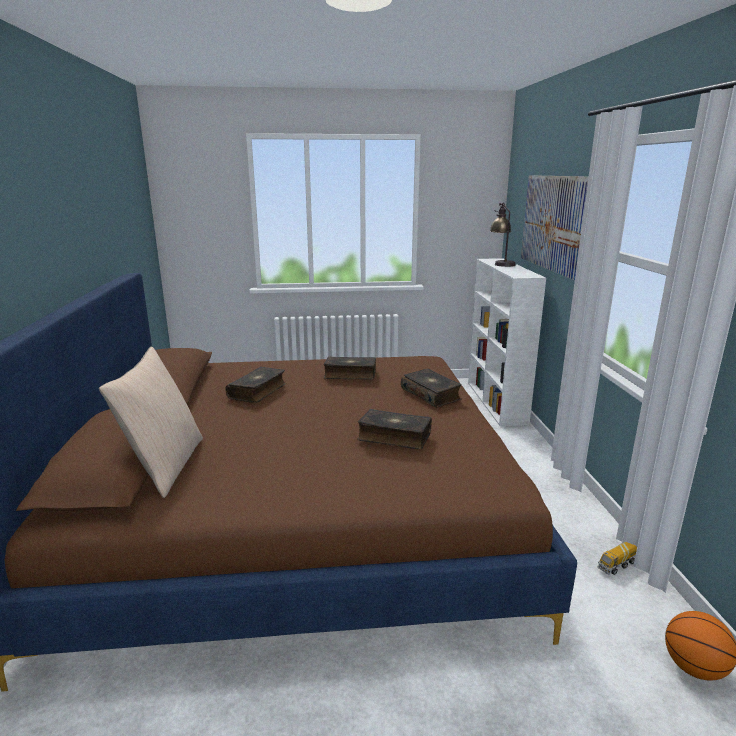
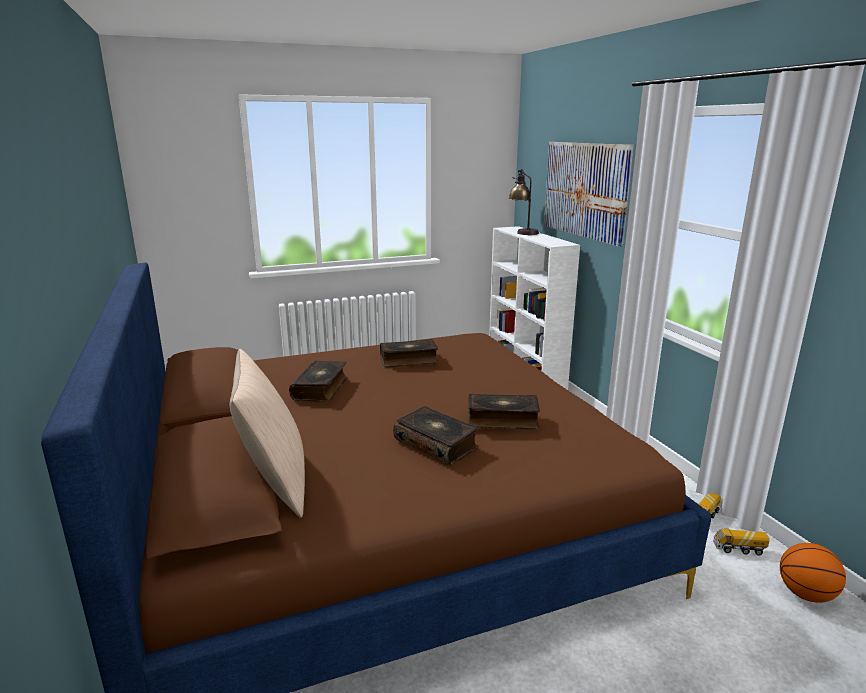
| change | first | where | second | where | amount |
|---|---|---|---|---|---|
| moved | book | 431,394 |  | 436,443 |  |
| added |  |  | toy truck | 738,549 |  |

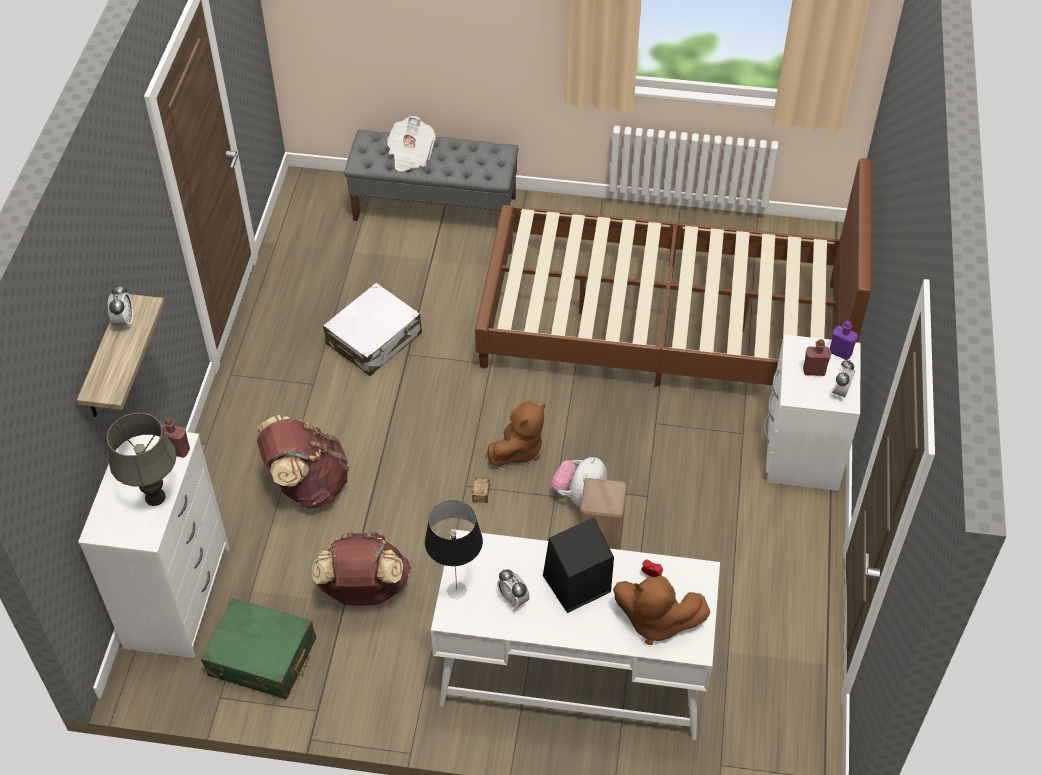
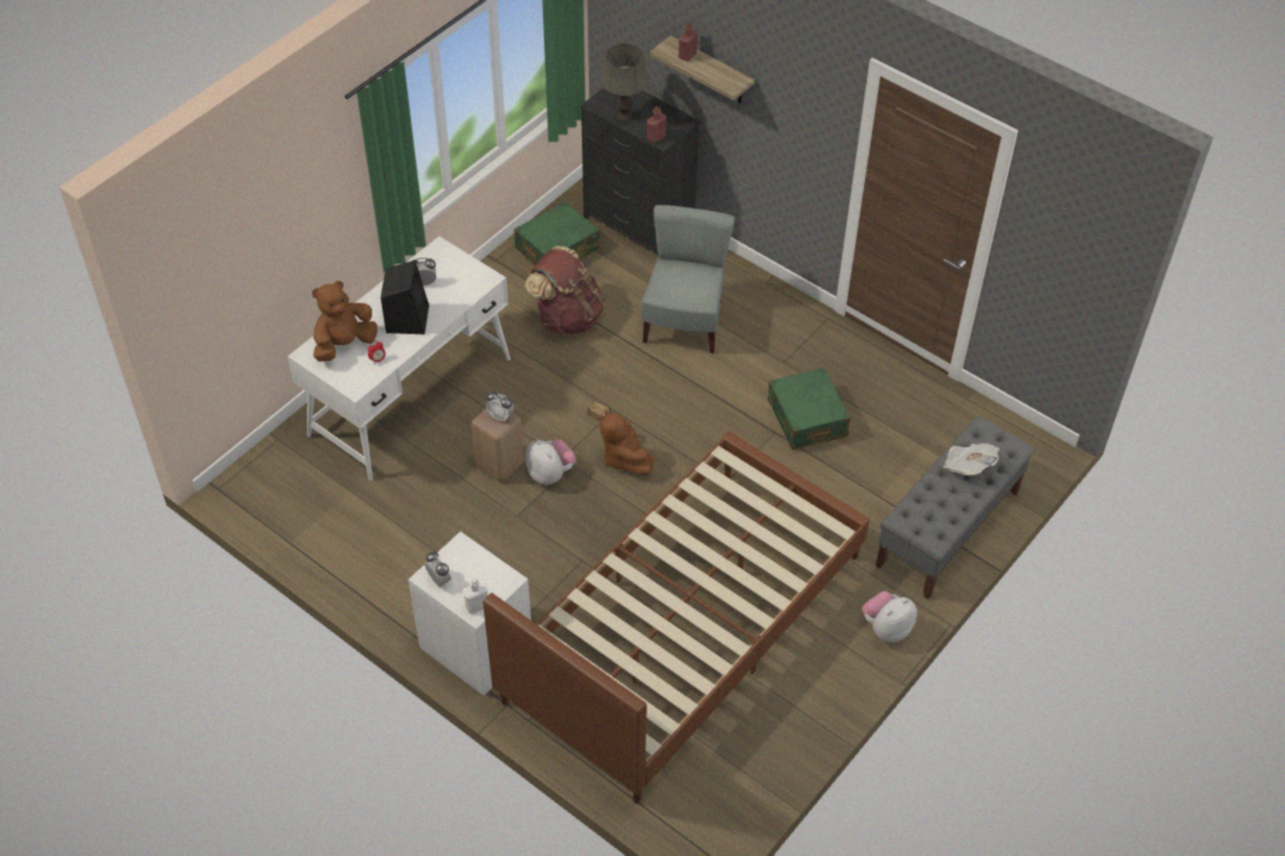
| change | first | where | second | where | amount |
|---|---|---|---|---|---|
| recoloured | white suitcase | 374,339 | green suitcase | 807,418 |  |
| moved | alarm clock | 124,321 |  | 500,416 |  |
| recoloured | purple bottle | 840,353 | white bottle | 477,606 |  |
| moved | red bottle | 814,371 |  | 687,56 |  |
| replaced | brown backpack | 307,484 | grey chair | 684,322 |  |
| recoloured | white dresser | 178,597 | black dresser | 638,226 |  |
| removed | table lamp | 456,591 |  |  |  |
| added |  |  | plush toy | 886,628 |  |

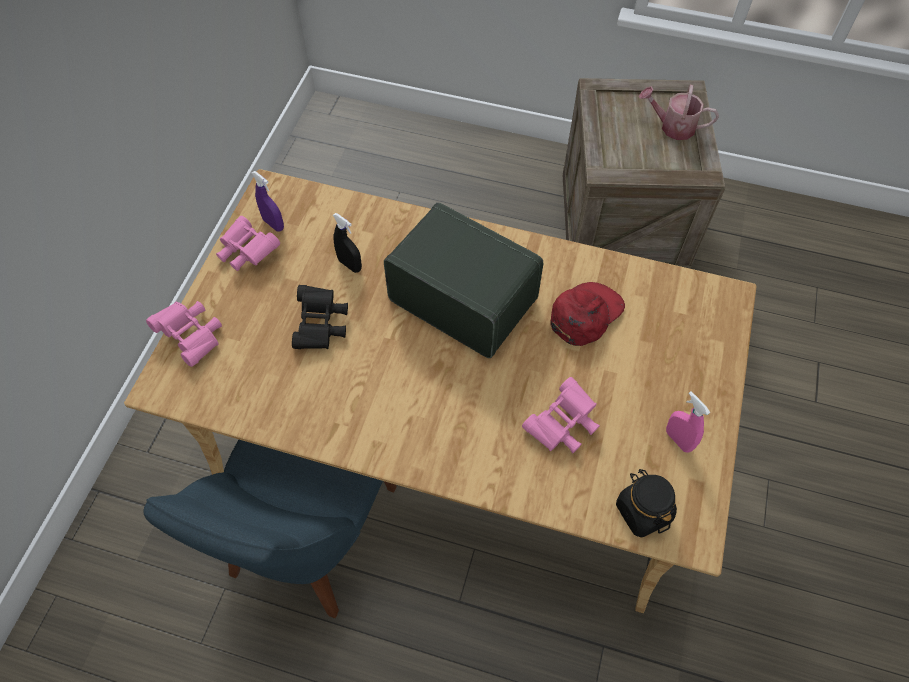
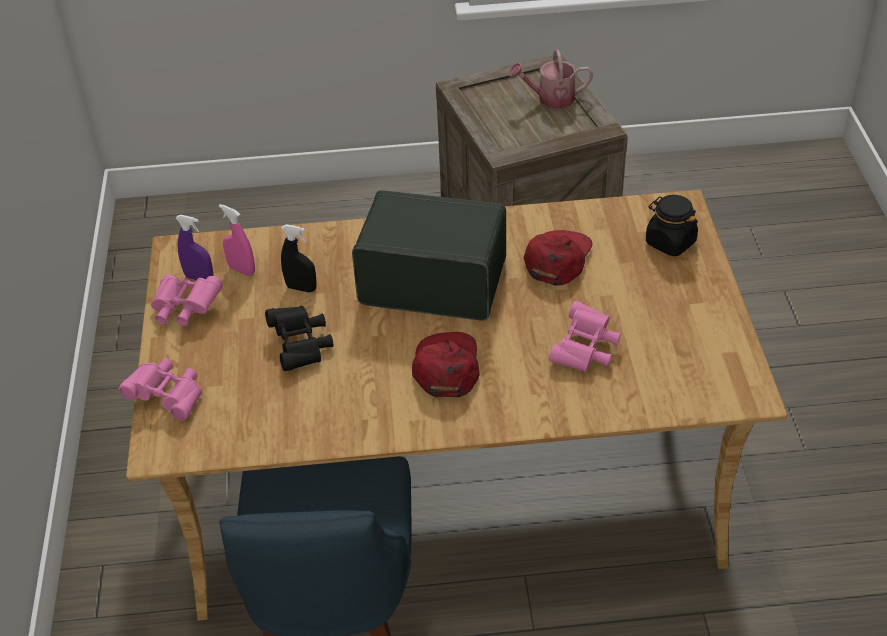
| change | first | where | second | where | amount |
|---|---|---|---|---|---|
| moved | pink spray bottle | 678,440 |  | 241,270 |  |
| moved | black jar | 642,511 |  | 670,242 |  |
| added |  |  | red cap | 446,366 |  |

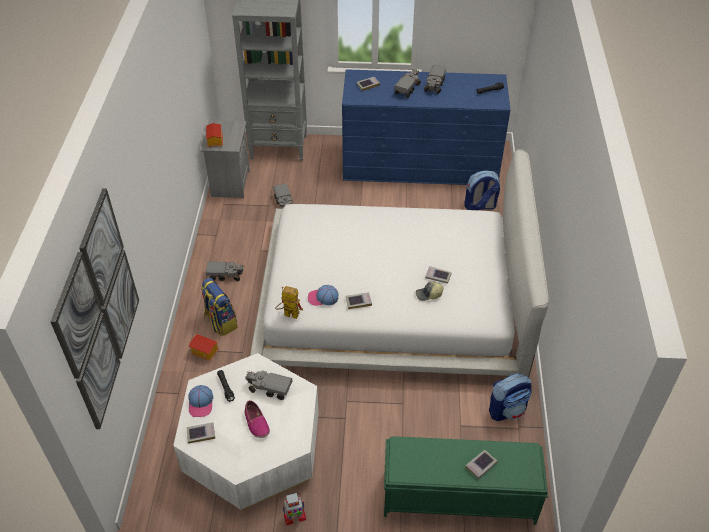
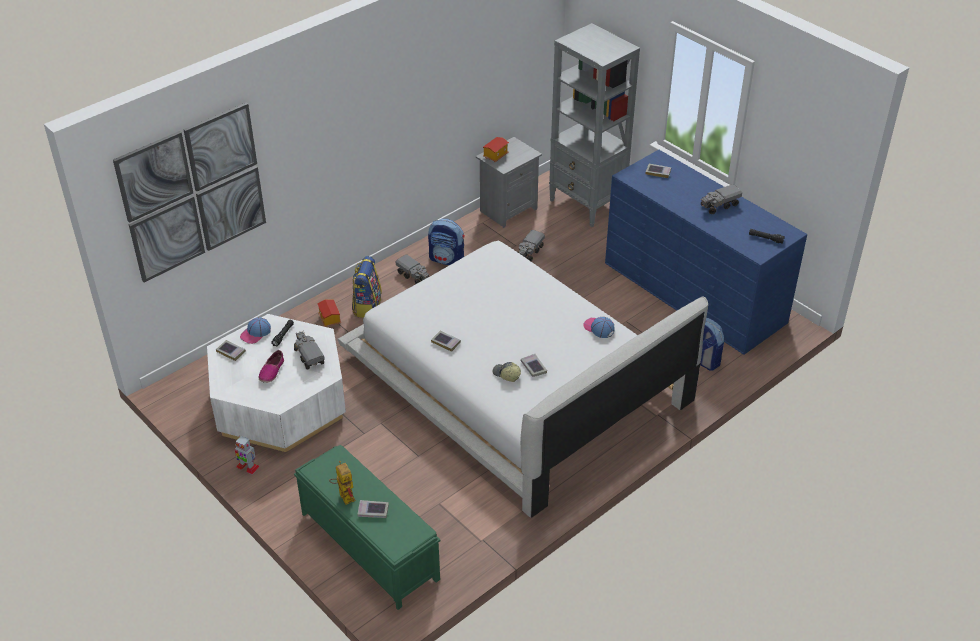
| change | first | where | second | where | amount |
|---|---|---|---|---|---|
| removed | toy truck | 407,89 |  |  |  |
| moved | cap | 323,298 |  | 598,328 |  |
| moved | toy robot | 288,314 |  | 343,495 |  |
| moved | backpack | 507,409 |  | 447,260 |  |

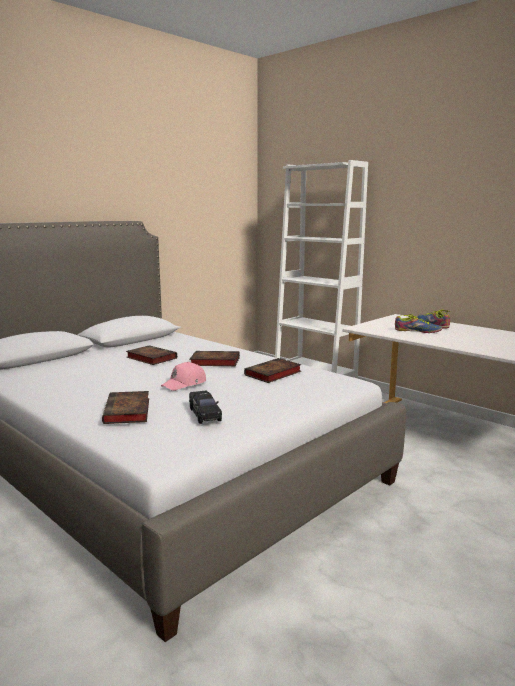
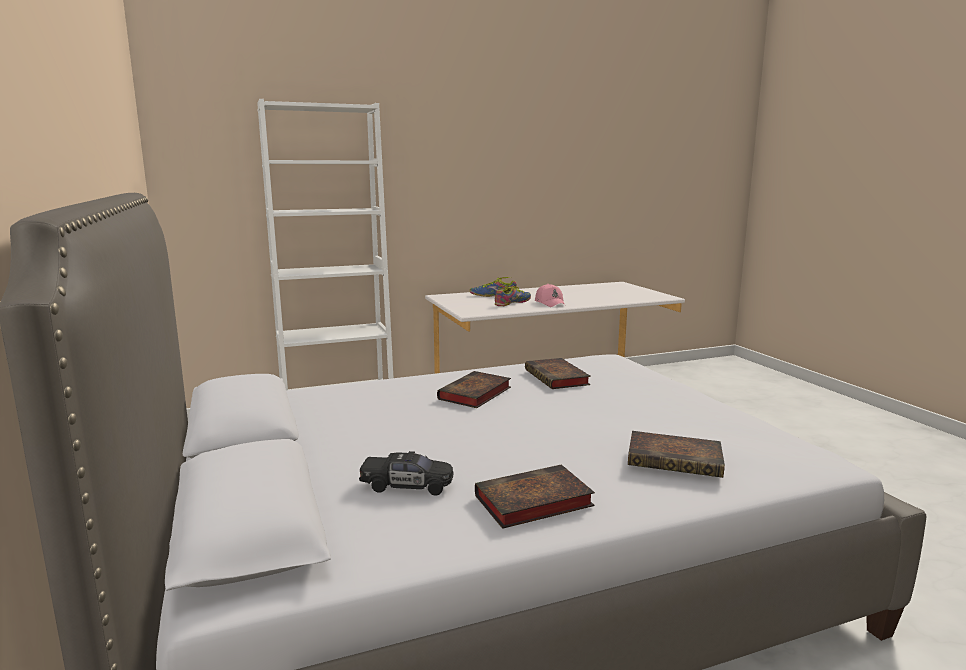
| change | first | where | second | where | amount |
|---|---|---|---|---|---|
| moved | book | 150,358 |  | 531,503 |  |
| moved | pink cap | 185,384 |  | 550,303 |  |
| moved | black toy car | 204,414 |  | 407,486 |  |

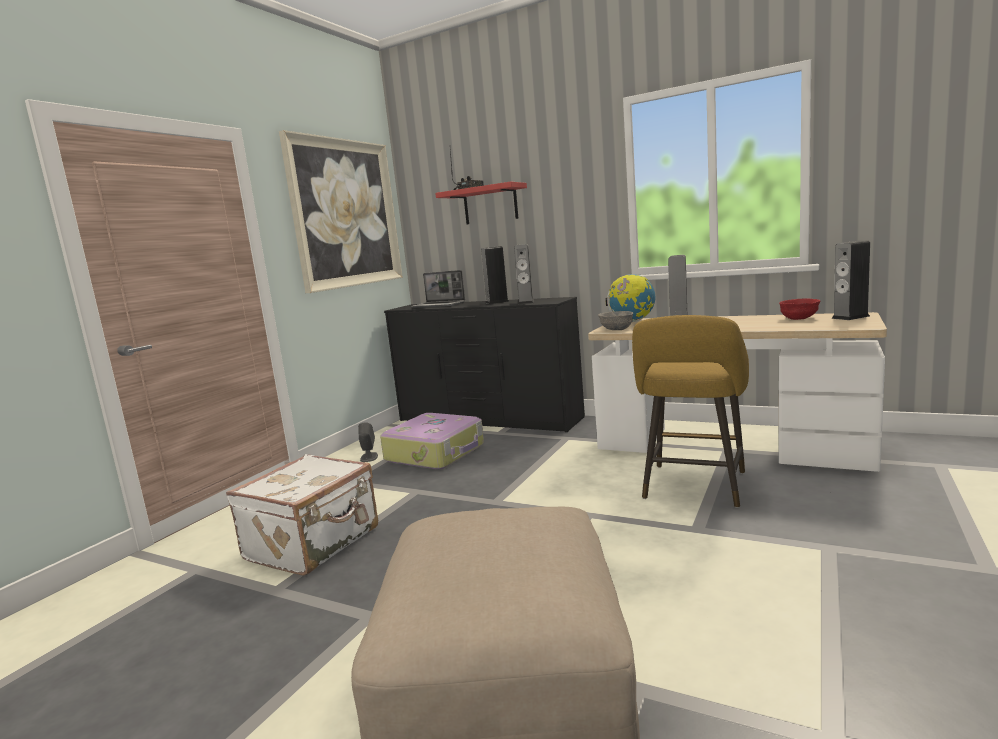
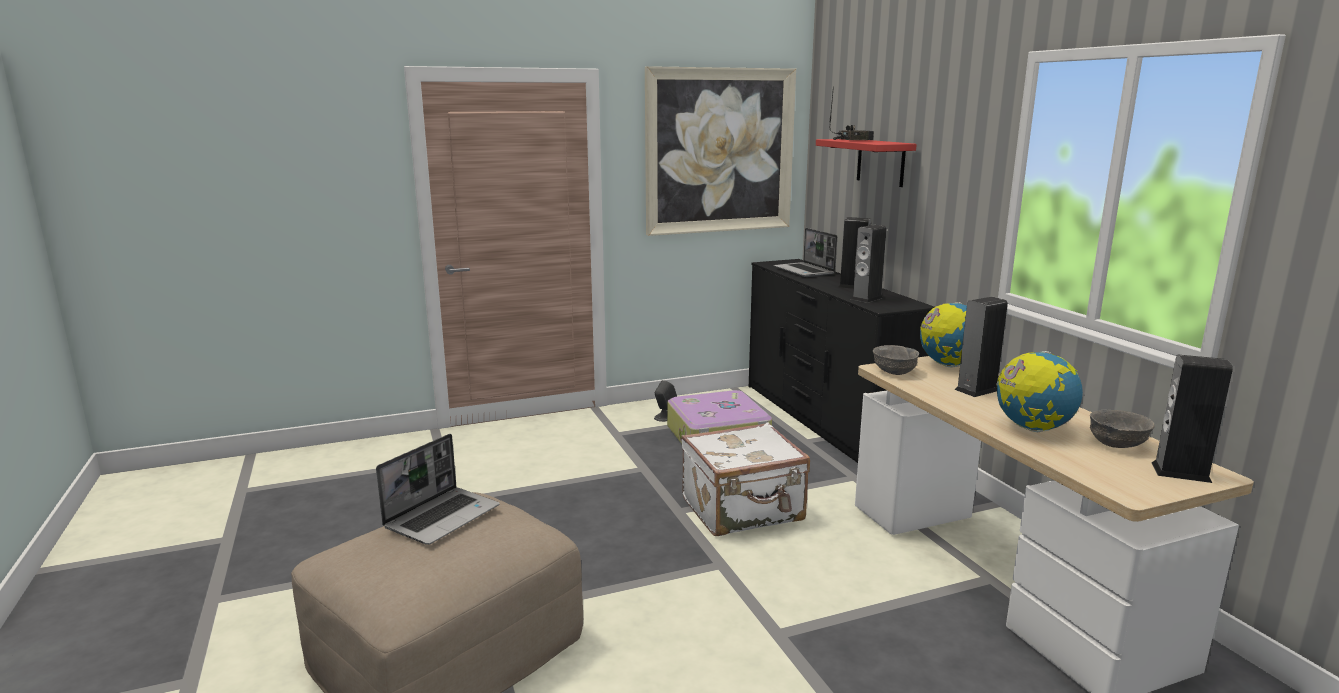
| change | first | where | second | where | amount |
|---|---|---|---|---|---|
| recoloured | red bowl | 799,318 | grey bowl | 1117,444 |  |
| removed | yellow stool | 693,488 |  |  |  |
| moved | white suitcase | 315,543 |  | 743,510 |  |
| added |  |  | globe | 1032,428 |  |
| added |  |  | laptop | 443,517 |  |

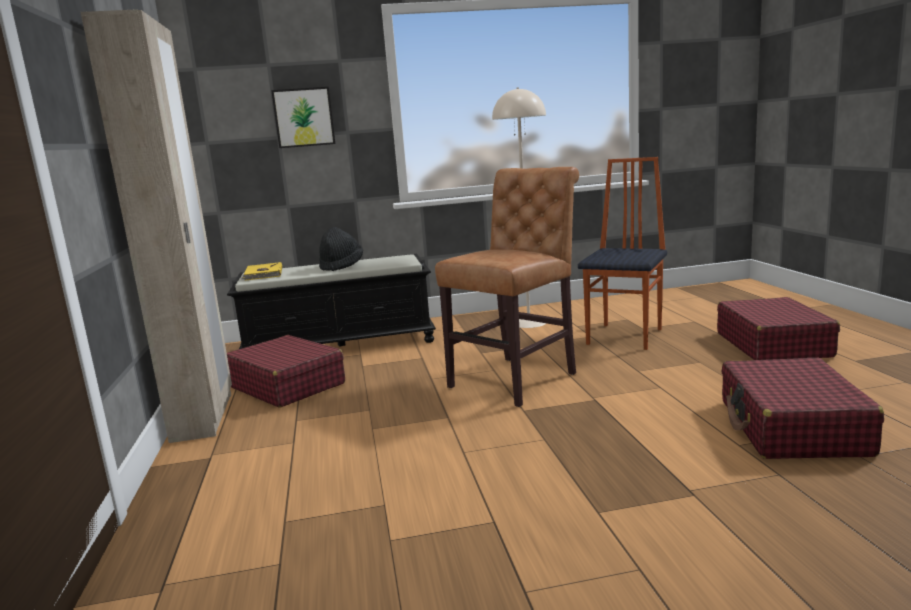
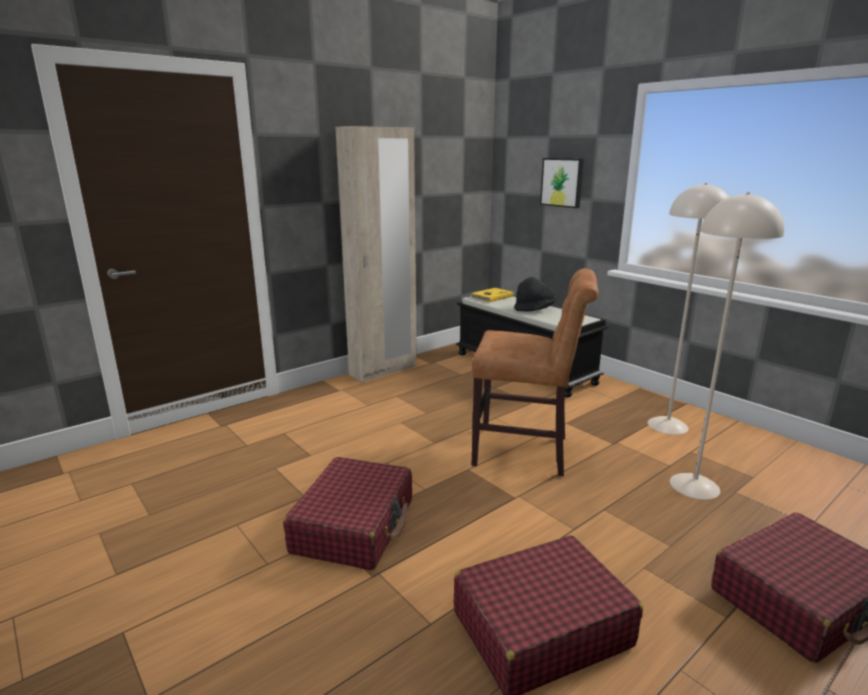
| change | first | where | second | where | amount |
|---|---|---|---|---|---|
| replaced | chair | 626,336 | beige floor lamp | 695,486 |  |
| moved | red suitcase | 287,385 |  | 354,526 |  |

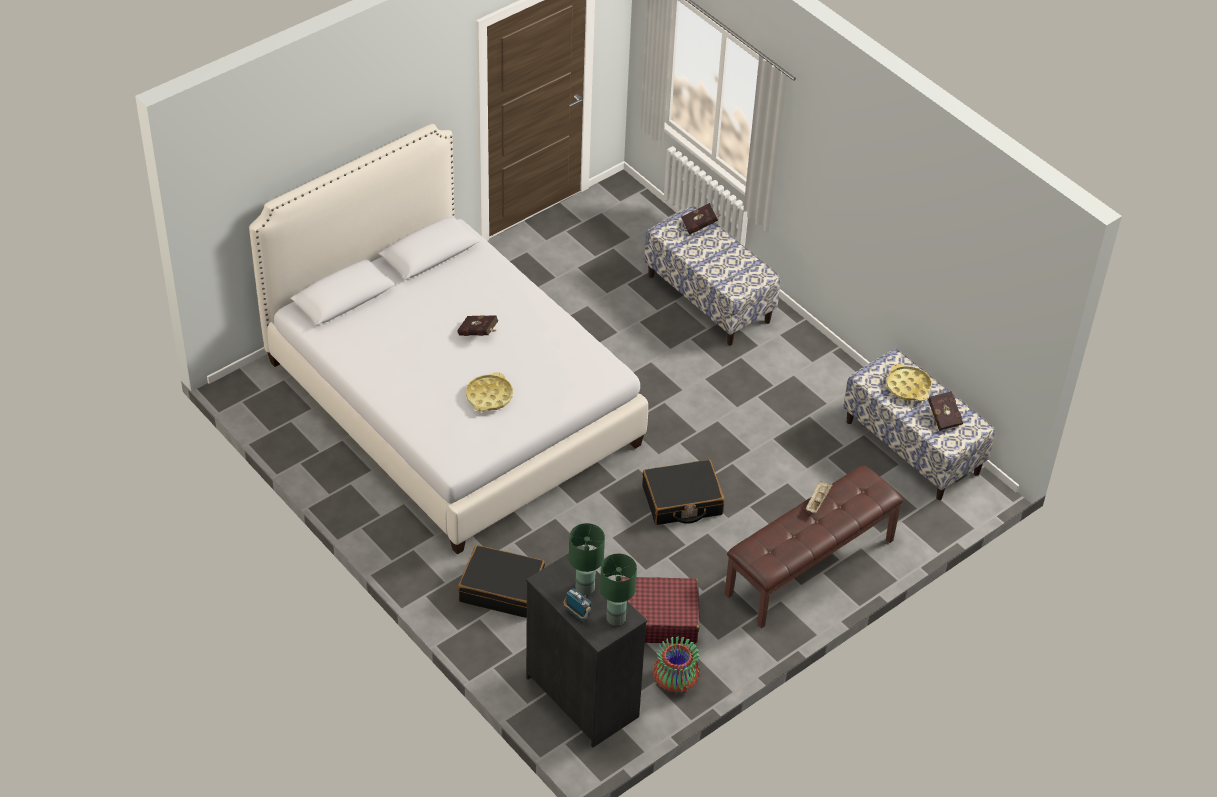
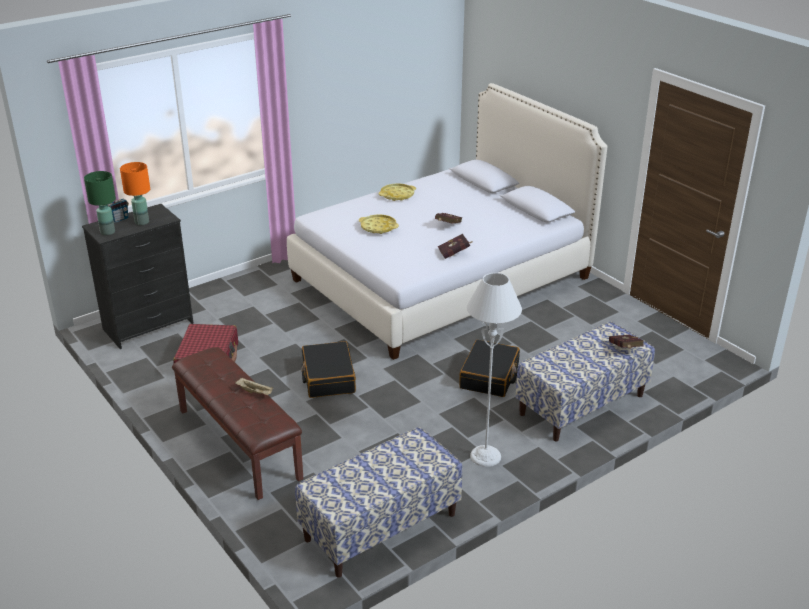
| change | first | where | second | where | amount |
|---|---|---|---|---|---|
| moved | yellow tray | 908,386 |  | 397,195 |  |
| moved | red book | 943,416 |  | 455,253 |  |
| recoloured | green table lamp | 585,587 | orange table lamp | 142,222 |  |
| moved | black suitcase | 501,589 |  | 489,377 |  |
| removed | vase | 675,680 |  |  |  |
| added |  |  | grey floor lamp | 485,456 |  |

